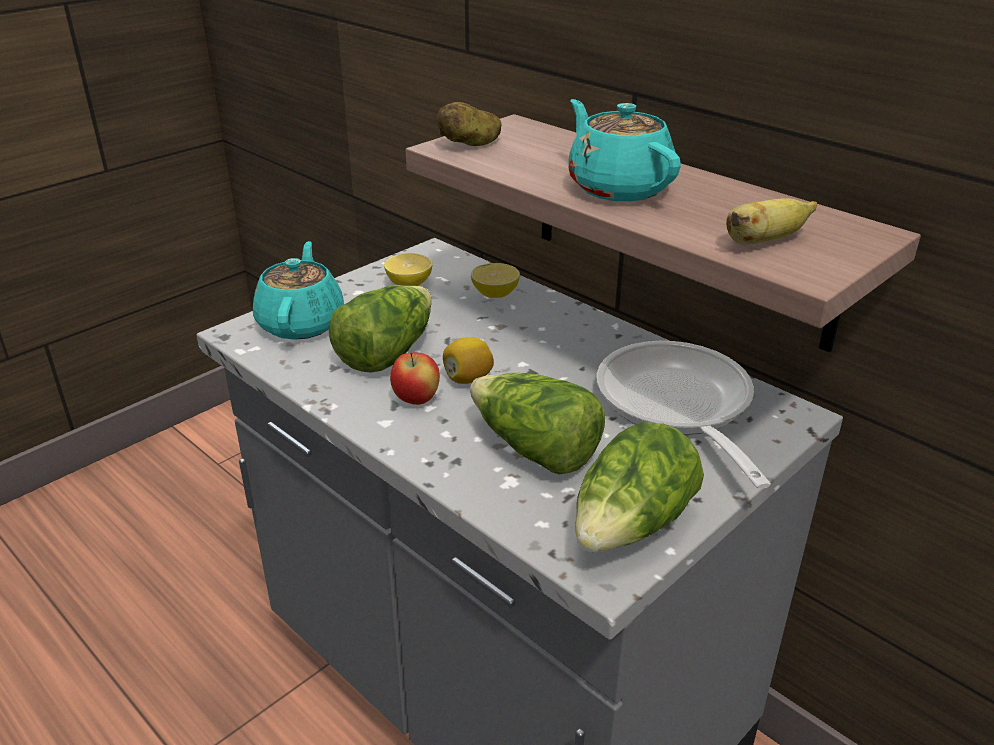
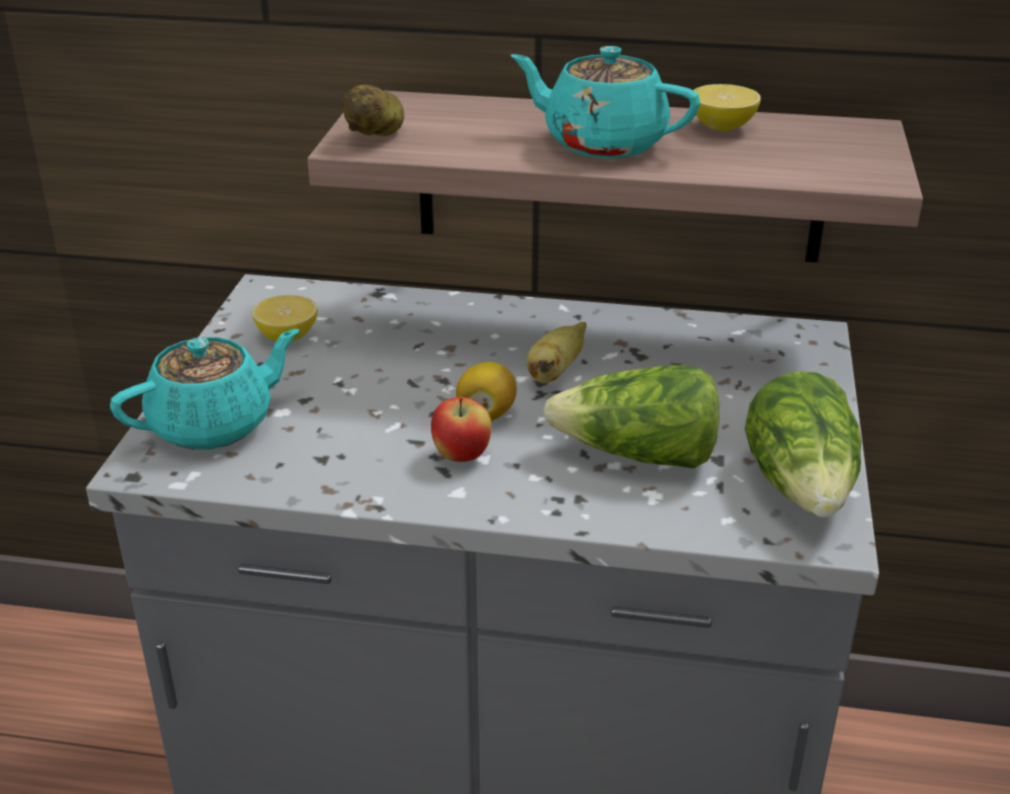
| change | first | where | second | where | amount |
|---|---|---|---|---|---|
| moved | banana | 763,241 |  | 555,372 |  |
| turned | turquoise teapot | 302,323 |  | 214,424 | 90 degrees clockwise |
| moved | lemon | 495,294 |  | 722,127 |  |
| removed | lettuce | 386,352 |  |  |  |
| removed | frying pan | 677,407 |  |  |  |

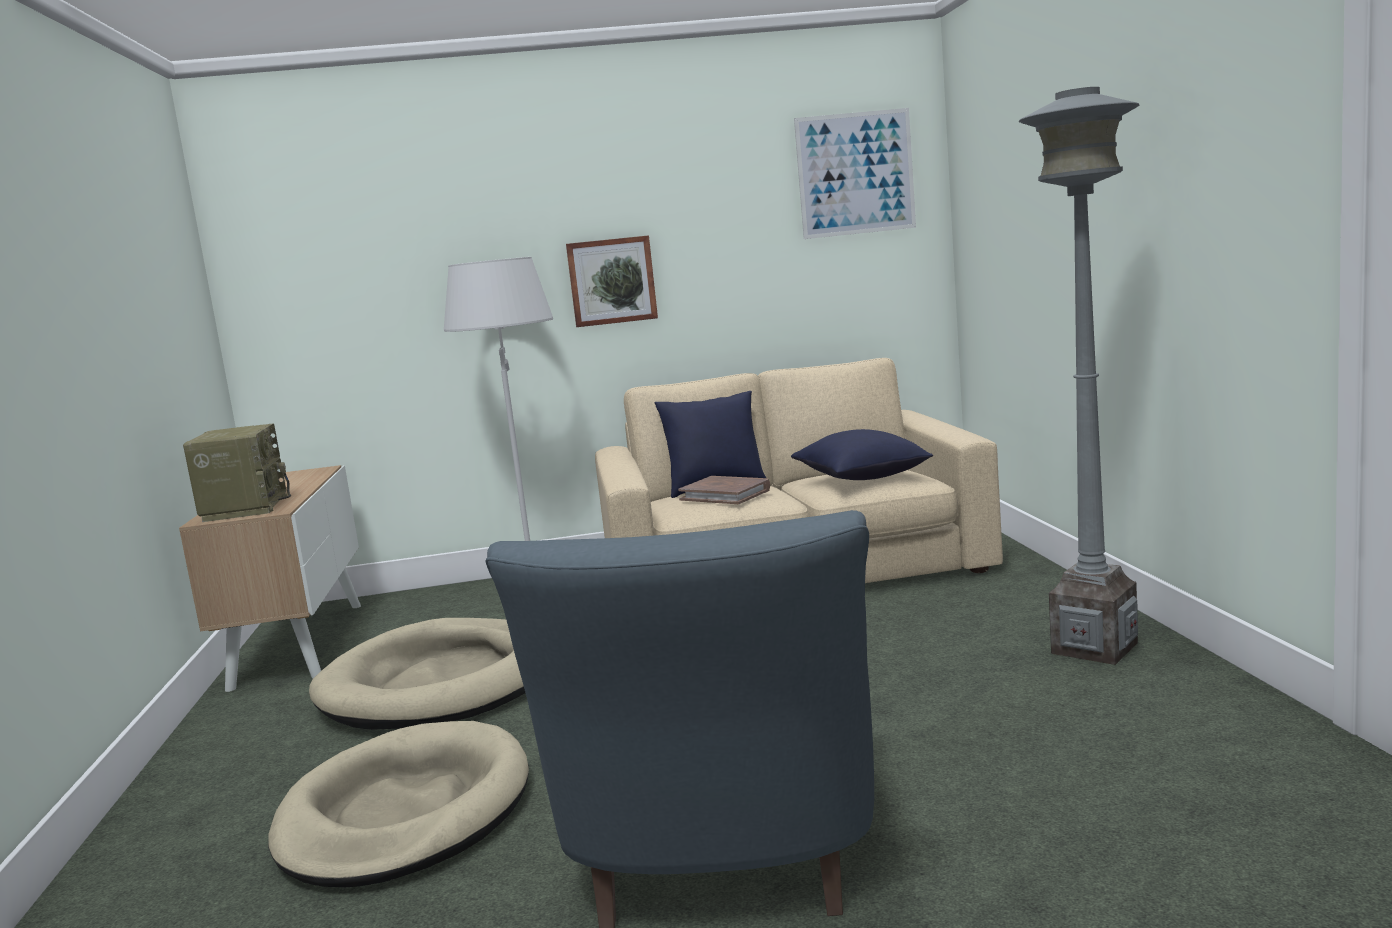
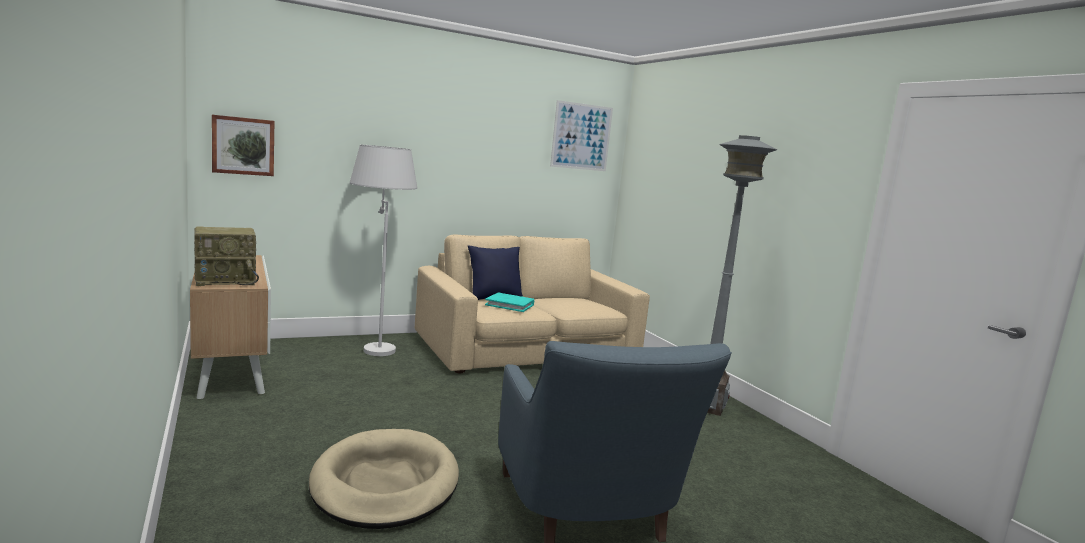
| change | first | where | second | where | amount |
|---|---|---|---|---|---|
| moved | picture | 612,281 |  | 243,146 |  |
| turned | radio | 244,508 |  | 226,280 | 90 degrees clockwise |
| removed | blue pillow | 861,478 |  |  |  |
| recoloured | brown book | 725,494 | turquoise book | 510,305 |  |
| removed | beige dog bed | 445,683 |  |  |  |

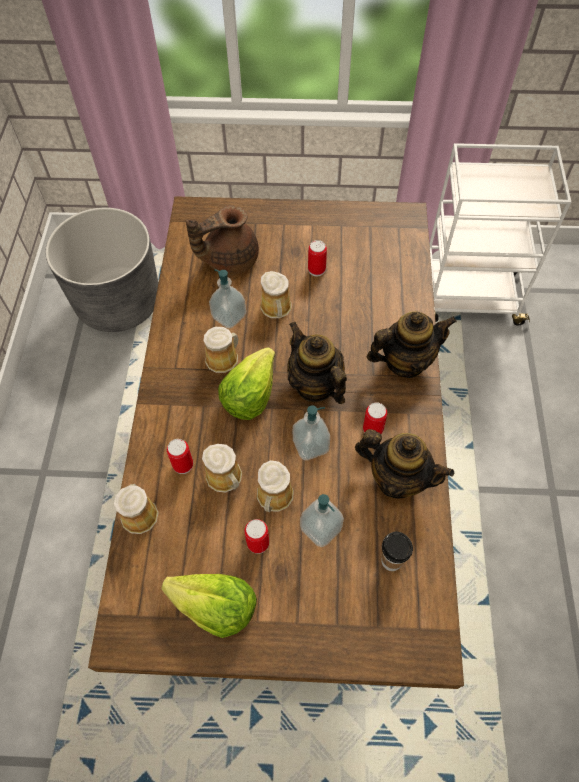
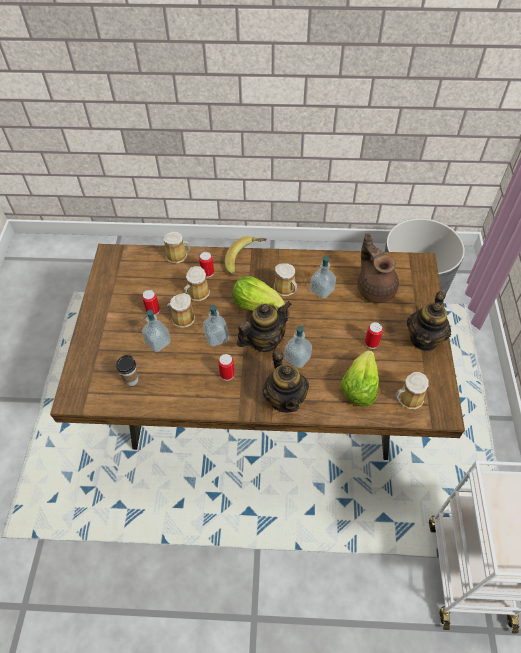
| change | first | where | second | where | amount |
|---|---|---|---|---|---|
| moved | mug | 276,308 |  | 408,398 |  |
| moved | teapot | 397,478 |  | 424,339 |  |
| moved | lettuce | 215,607 |  | 359,387 |  |
| added |  |  | banana | 246,261 |  |
| added |  |  | soap dispenser | 297,358 |  |

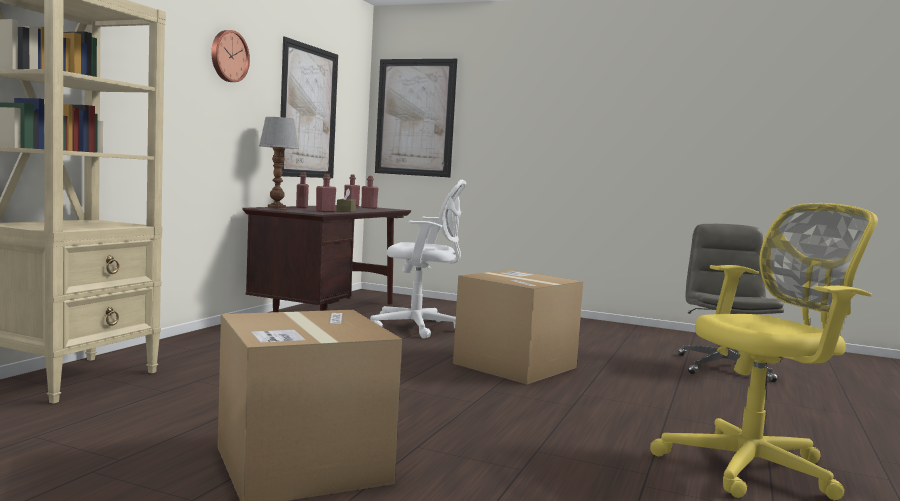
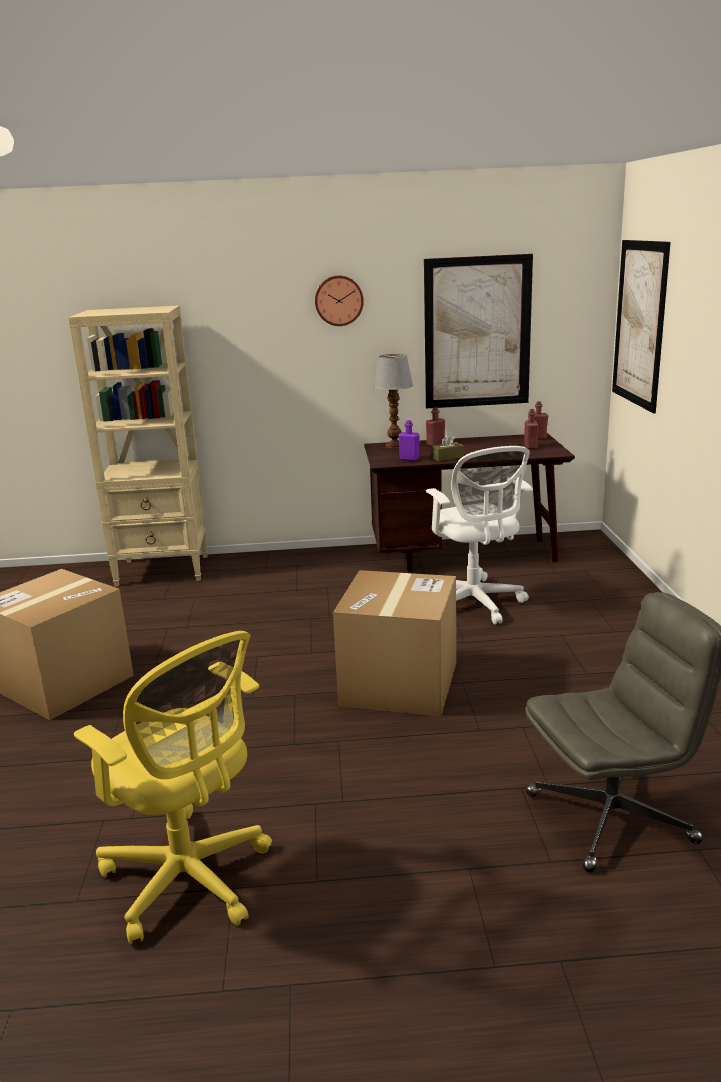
| change | first | where | second | where | amount |
|---|---|---|---|---|---|
| recoloured | red bottle | 325,211 | purple bottle | 409,459 |  |

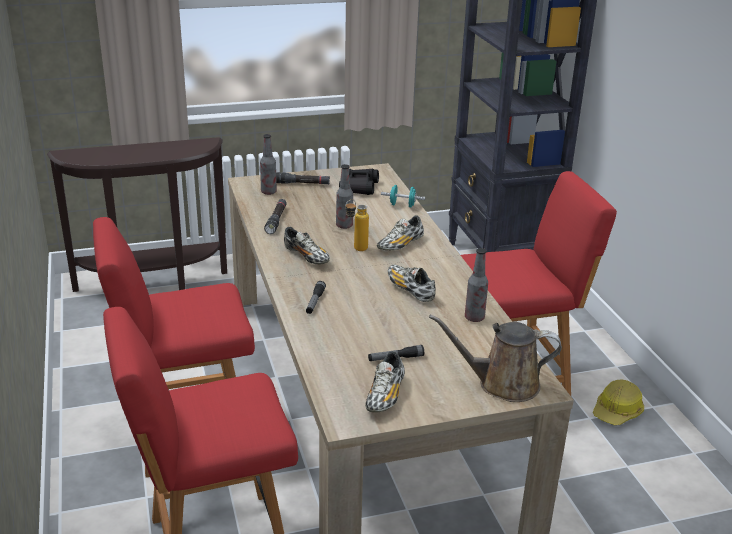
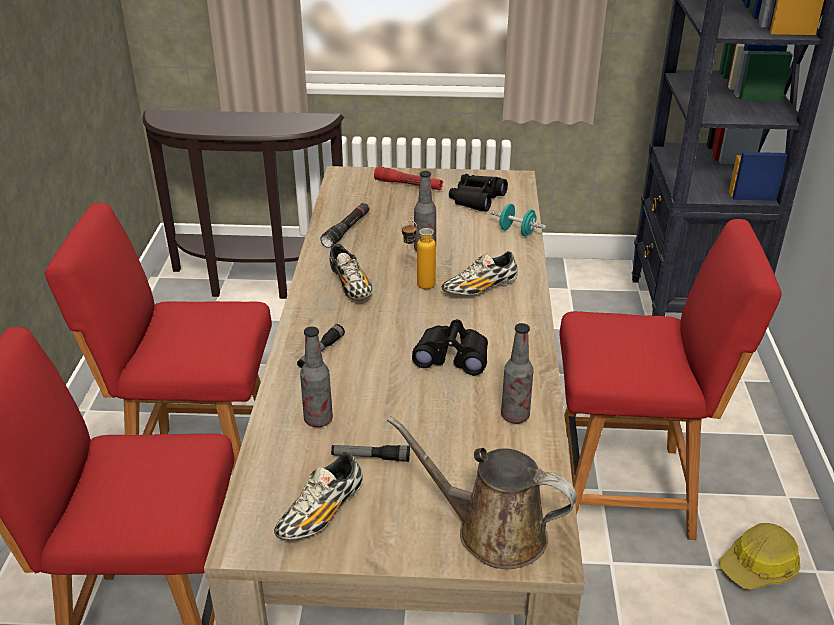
| change | first | where | second | where | amount |
|---|---|---|---|---|---|
| moved | bottle | 268,192 |  | 318,420 |  |
| recoloured | black flashlight | 301,184 | red flashlight | 408,185 |  |
| replaced | shoe | 410,290 | black binoculars | 452,357 |  |

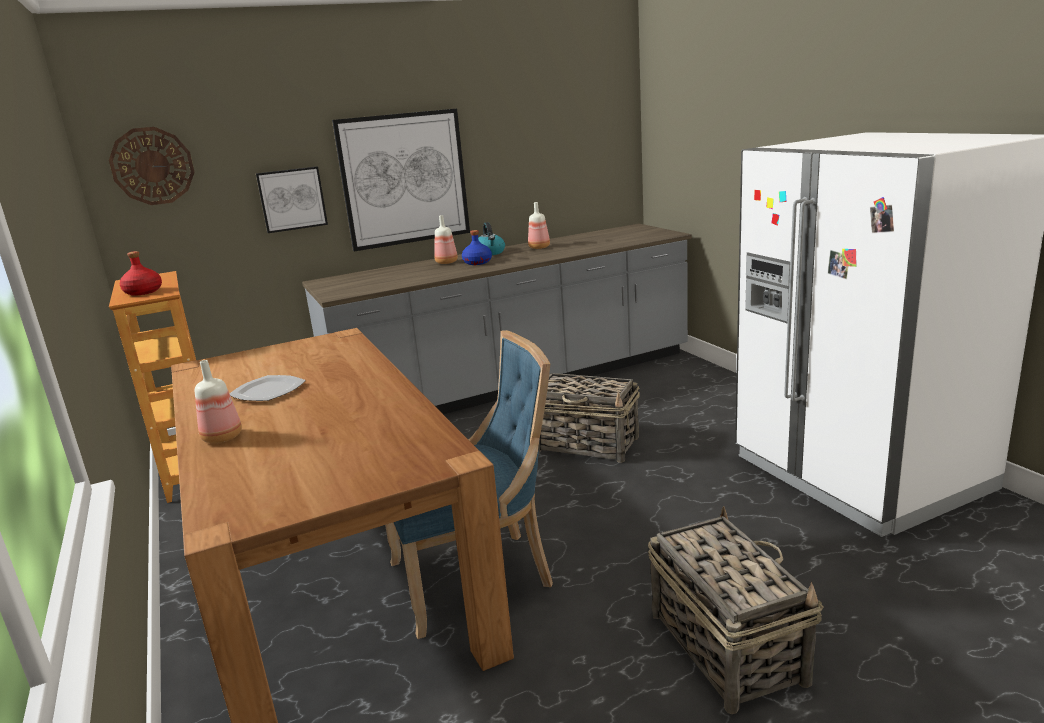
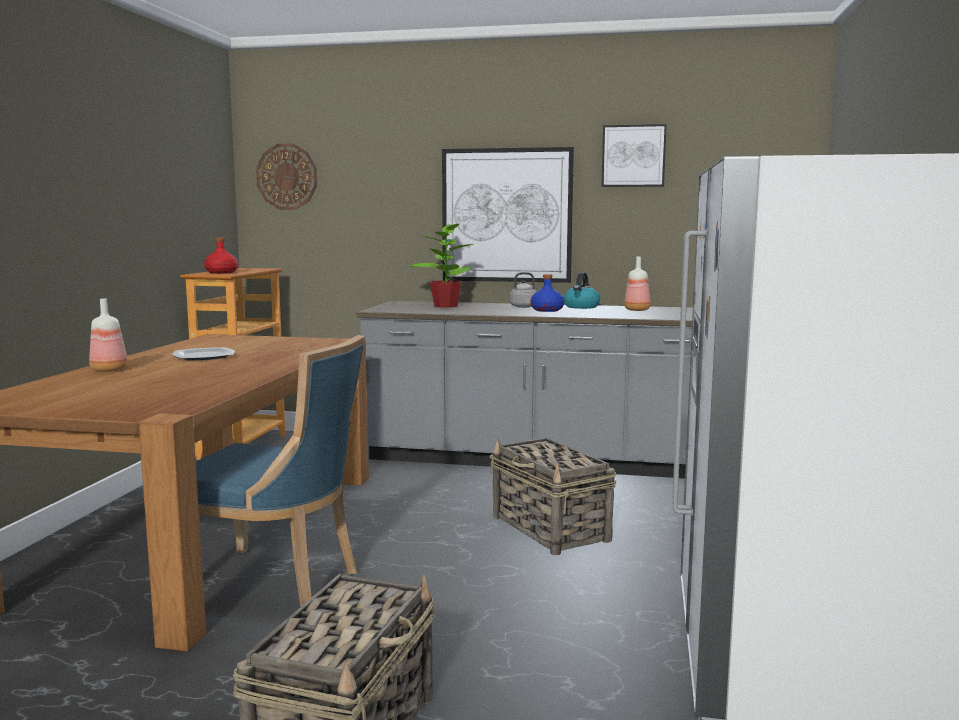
| change | first | where | second | where | amount |
|---|---|---|---|---|---|
| moved | picture | 292,199 |  | 633,156 |  |
| replaced | bottle | 446,262 | grey kettle | 525,306 |  |
| added |  |  | potted plant | 446,306 |  |

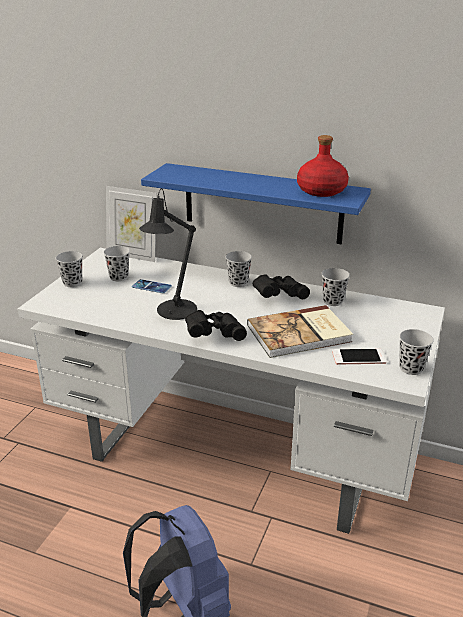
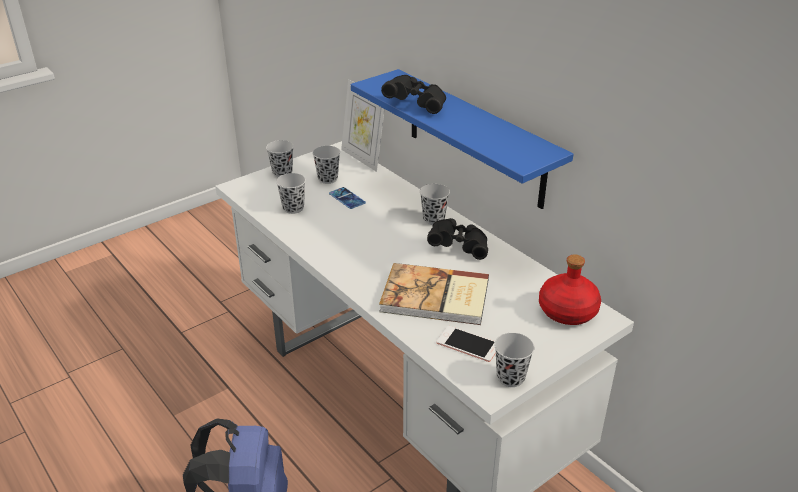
| change | first | where | second | where | amount |
|---|---|---|---|---|---|
| moved | red bottle | 321,190 |  | 568,311 |  |
| removed | black table lamp | 173,312 |  |  |  |
| moved | black cup | 333,301 |  | 293,208 |  |
| moved | black binoculars | 214,334 |  | 416,104 |  |

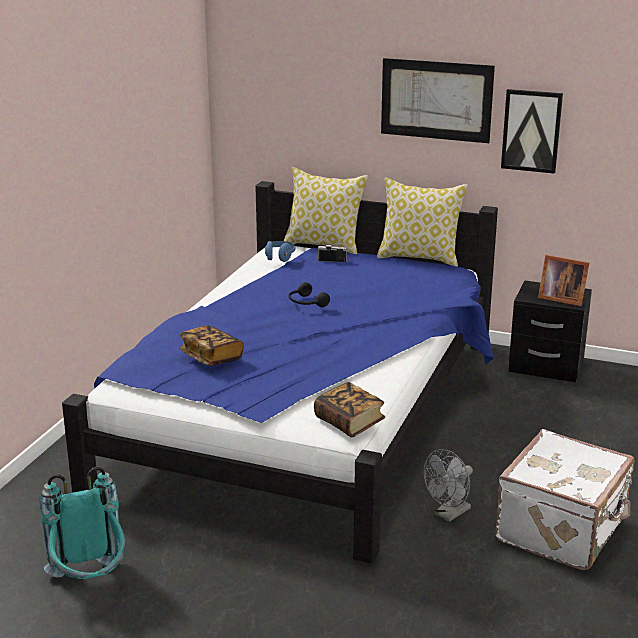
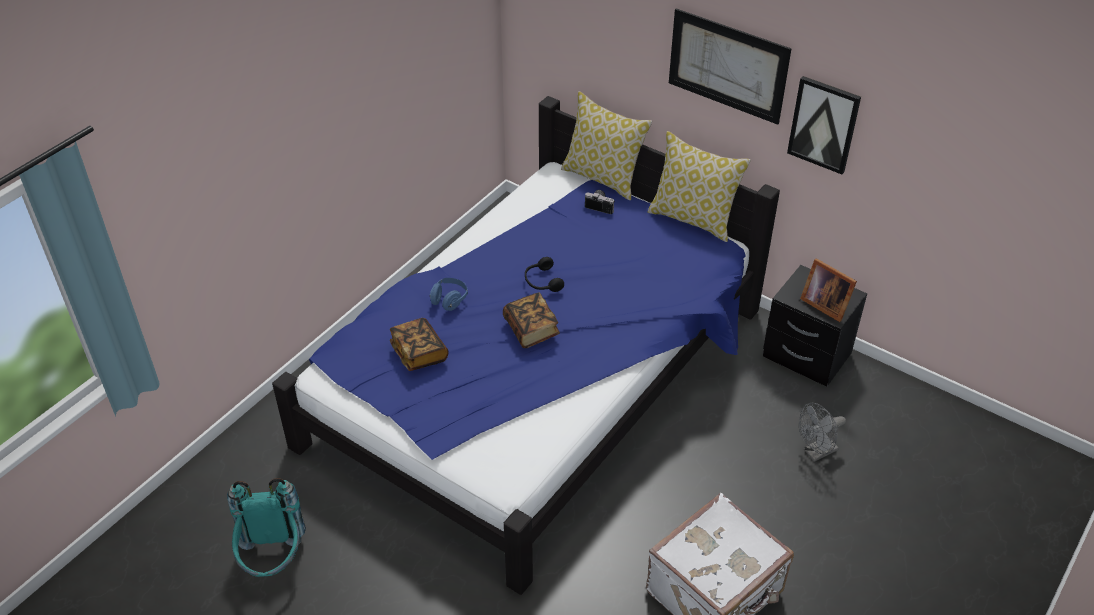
| change | first | where | second | where | amount |
|---|---|---|---|---|---|
| moved | blue headphones | 279,258 |  | 449,300 |  |
| moved | book | 349,422 |  | 531,329 |  |
| moved | grey fan | 449,514 |  | 816,452 |  |

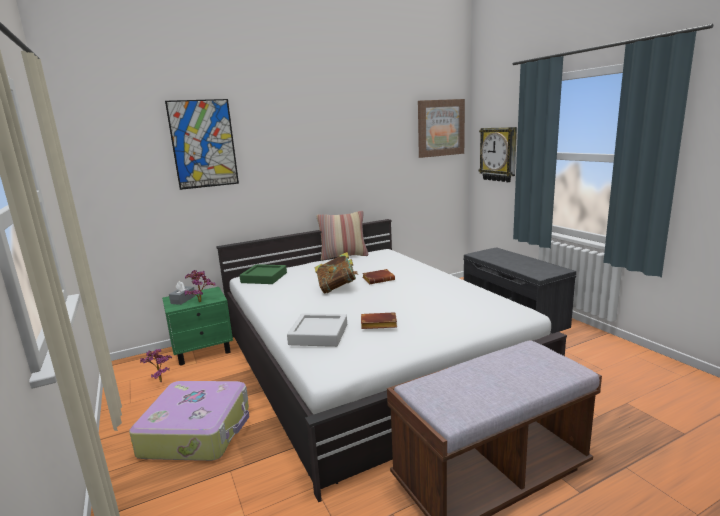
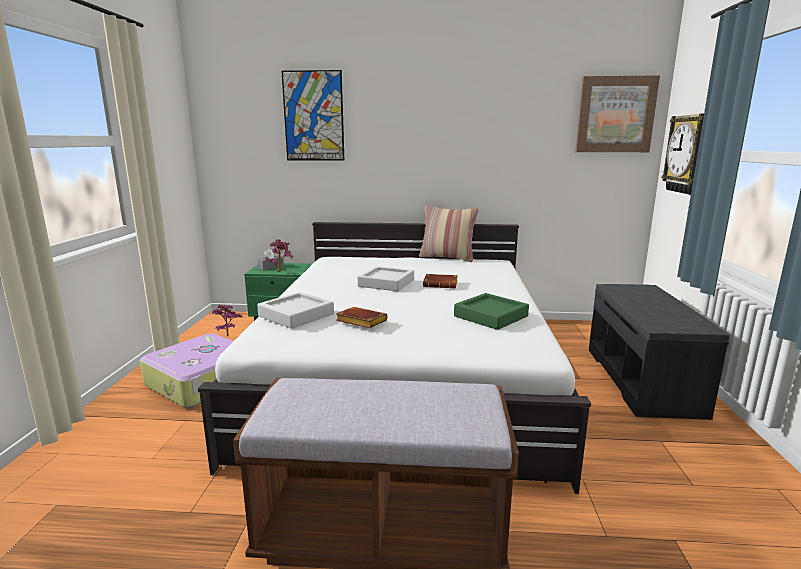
| change | first | where | second | where | amount |
|---|---|---|---|---|---|
| replaced | book | 337,288 | grey tray | 386,283 |  |
| moved | green tray | 264,278 |  | 490,316 |  |

